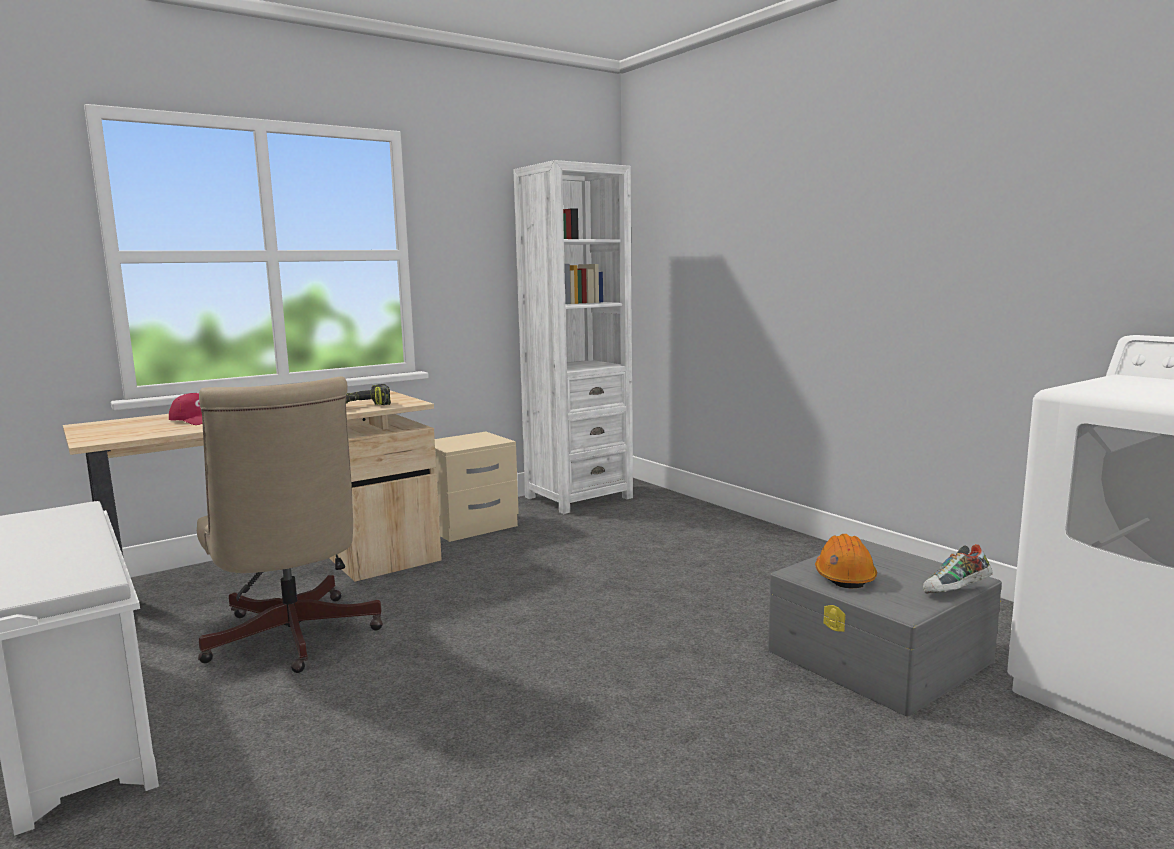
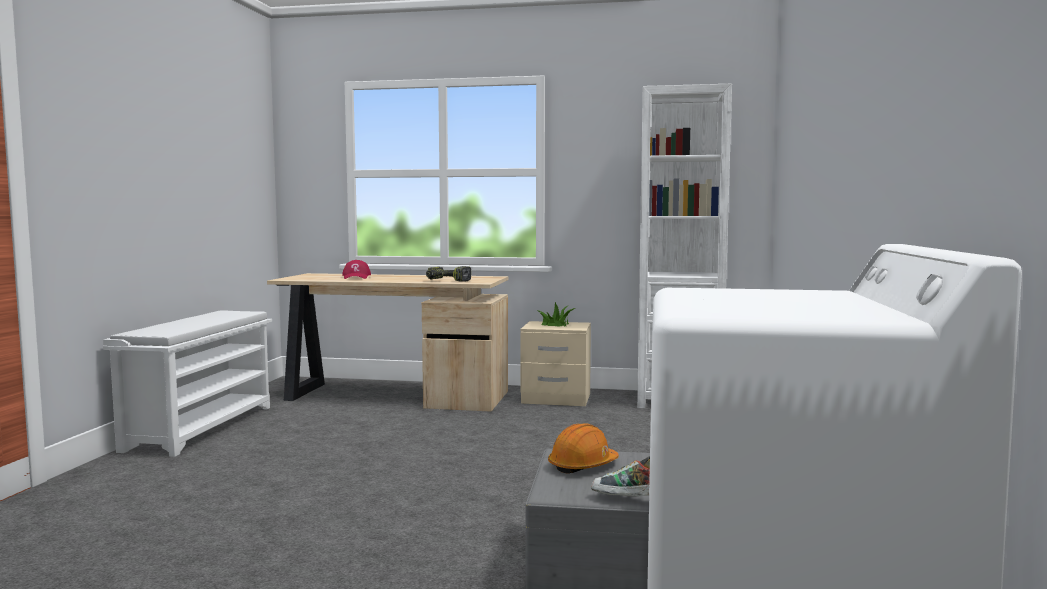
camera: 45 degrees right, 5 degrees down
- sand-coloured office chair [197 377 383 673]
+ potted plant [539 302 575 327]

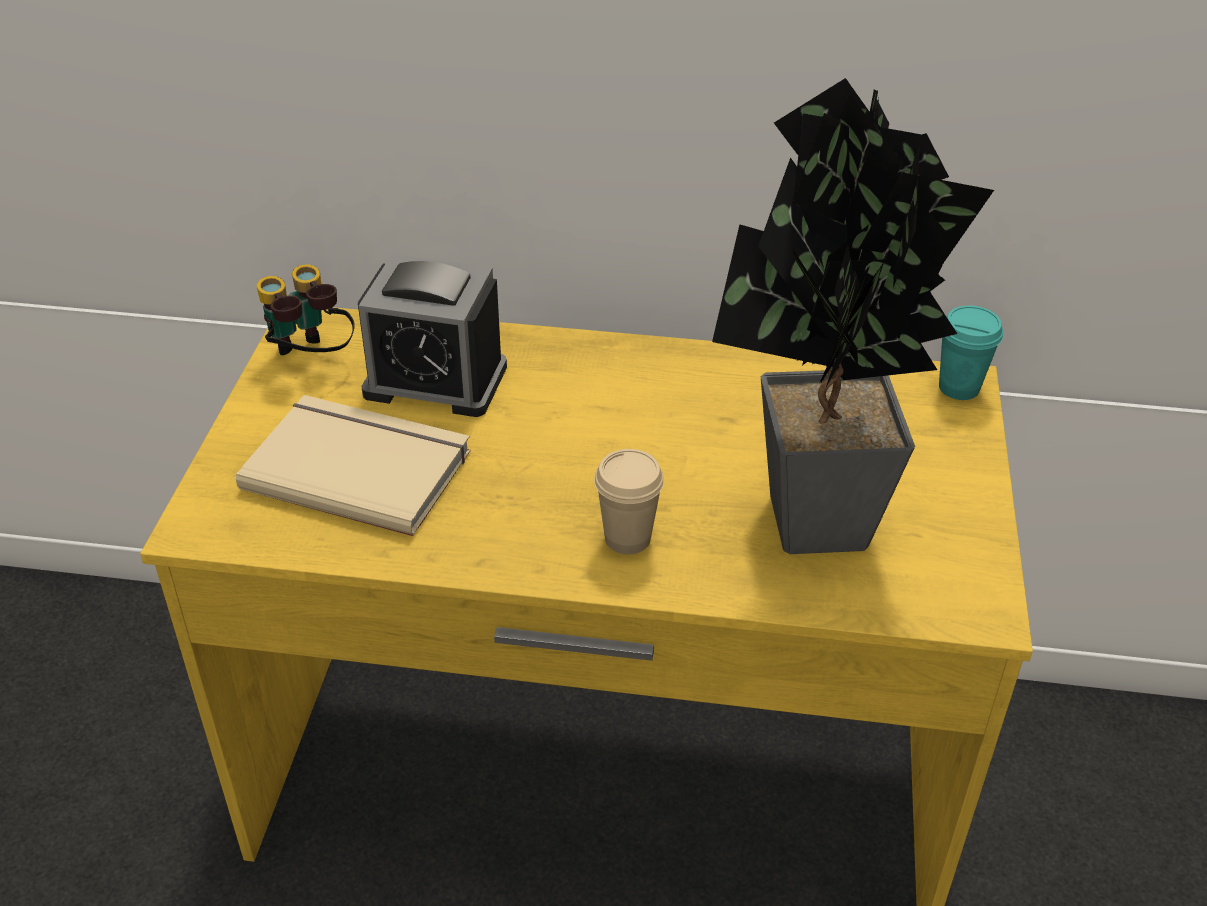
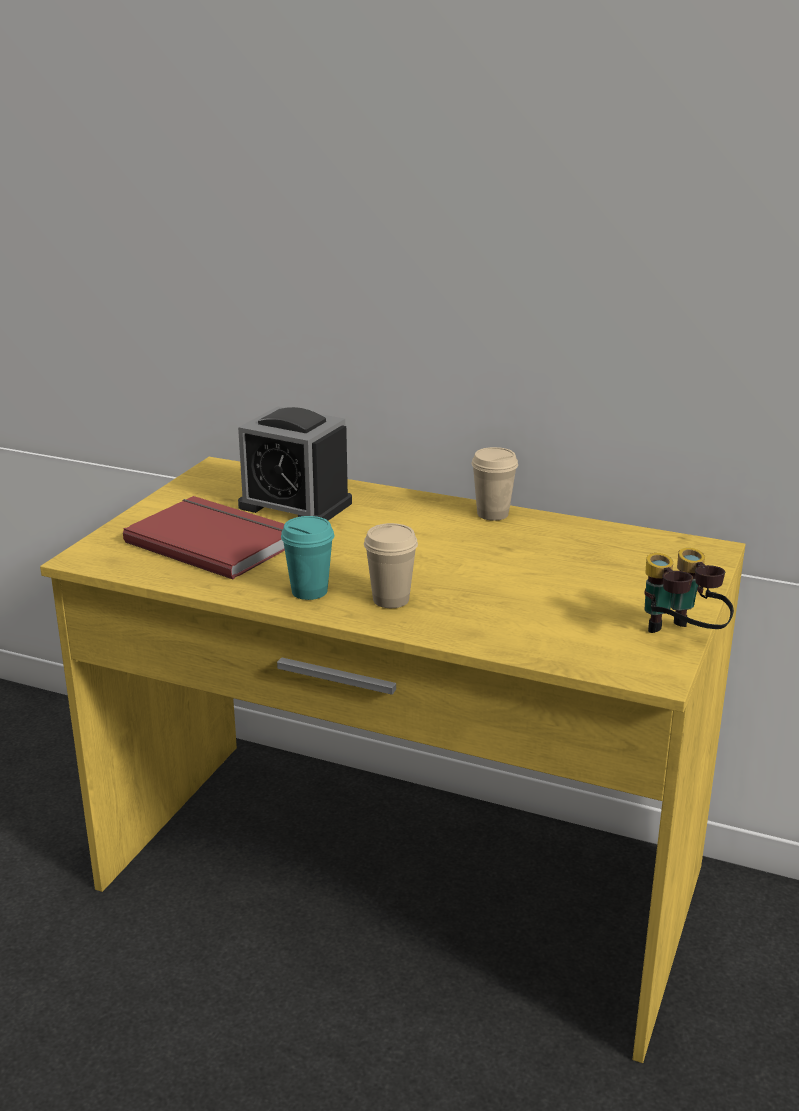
camera: 15 degrees right, 15 degrees down
~ sand-coloured volume [236 395 471 536] to reddish volume [123 496 285 579]
~ field glasses [257 264 355 355] to [644 548 734 633]
- potted plant [712 78 994 554]
~ turquoise small cup [939 305 1003 400] to [281 516 334 600]
+ sand-coloured small cup [471 447 518 521]

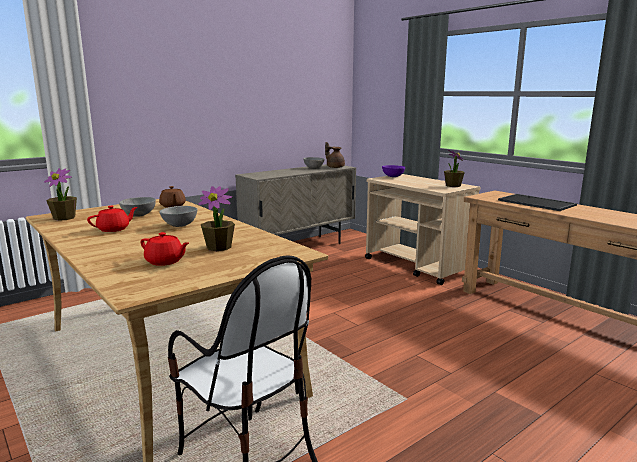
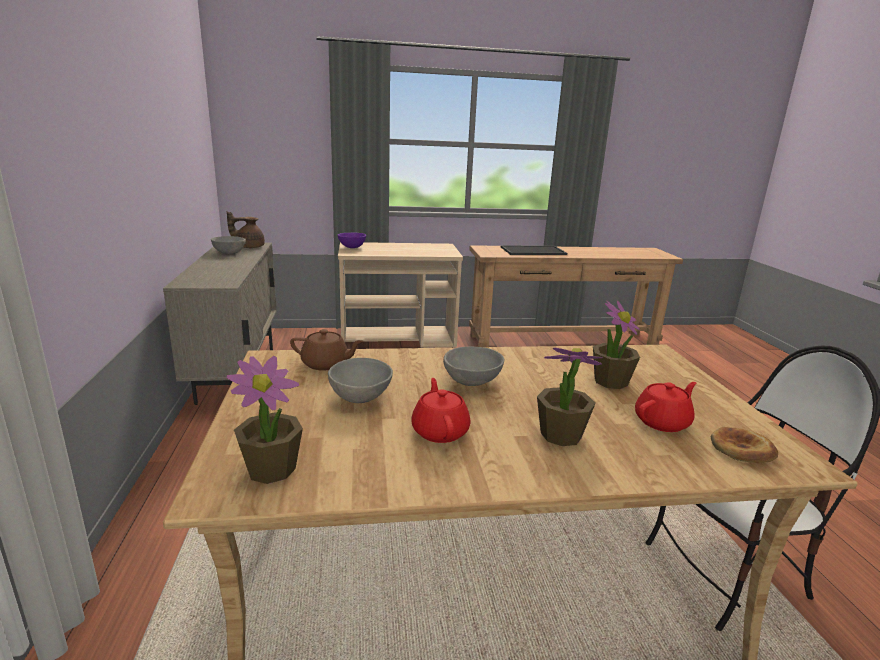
camera: 60 degrees left, 5 degrees up
~ potted plant [444 150 465 187] to [537 348 603 446]
+ bread [711 427 778 463]

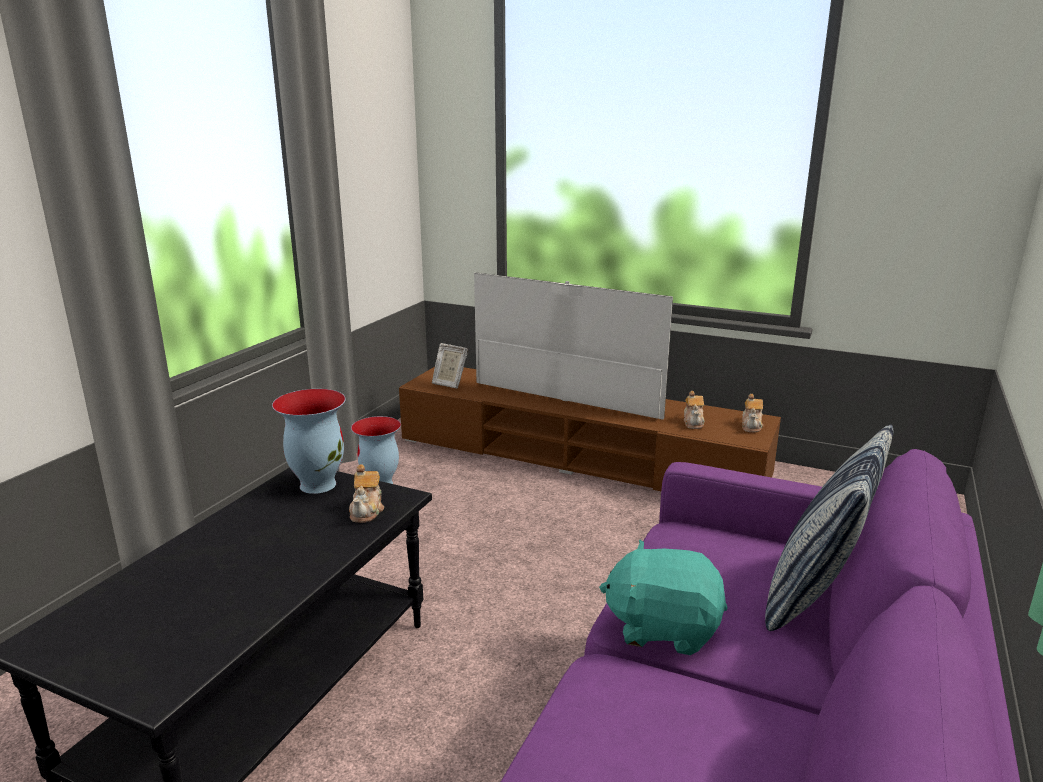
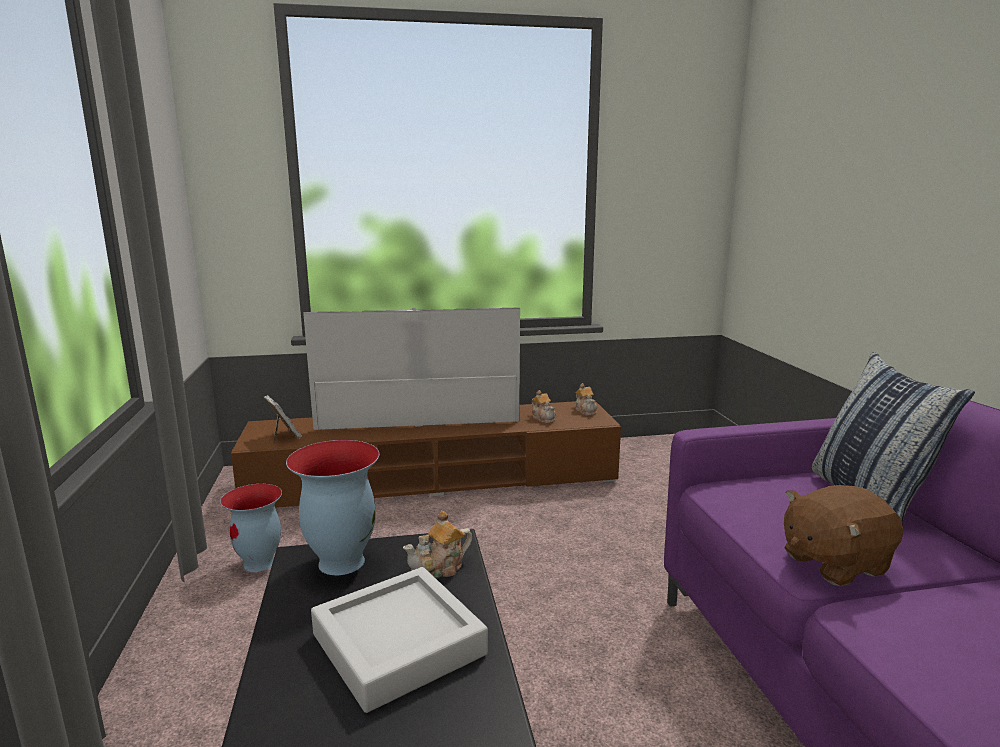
camera: 35 degrees left, 5 degrees down
~ tea pot [349 464 384 523] = [403 511 472 578] 90 degrees clockwise
~ picture frame [432 343 468 389] = [264 395 302 442] 120 degrees counterclockwise
~ turquoise soft toy [599 540 728 655] to brown soft toy [784 485 904 586]
+ gray tray [311 567 488 713]

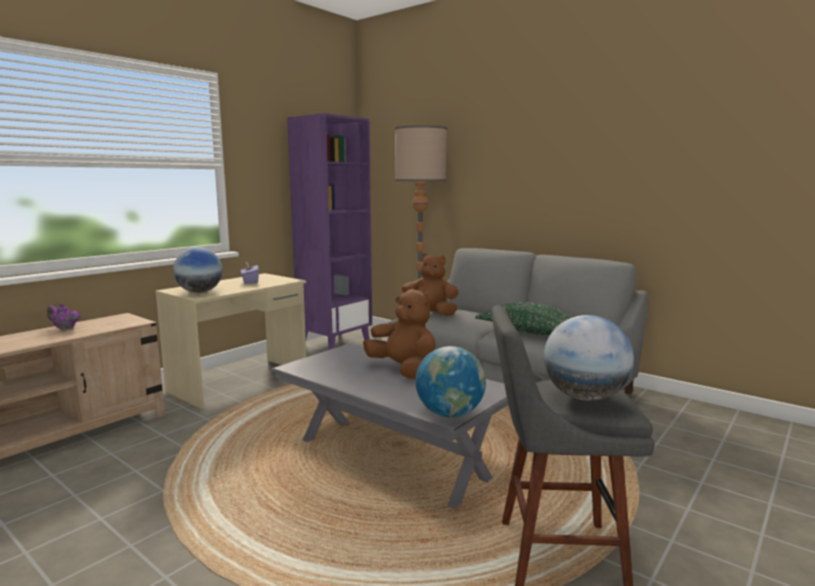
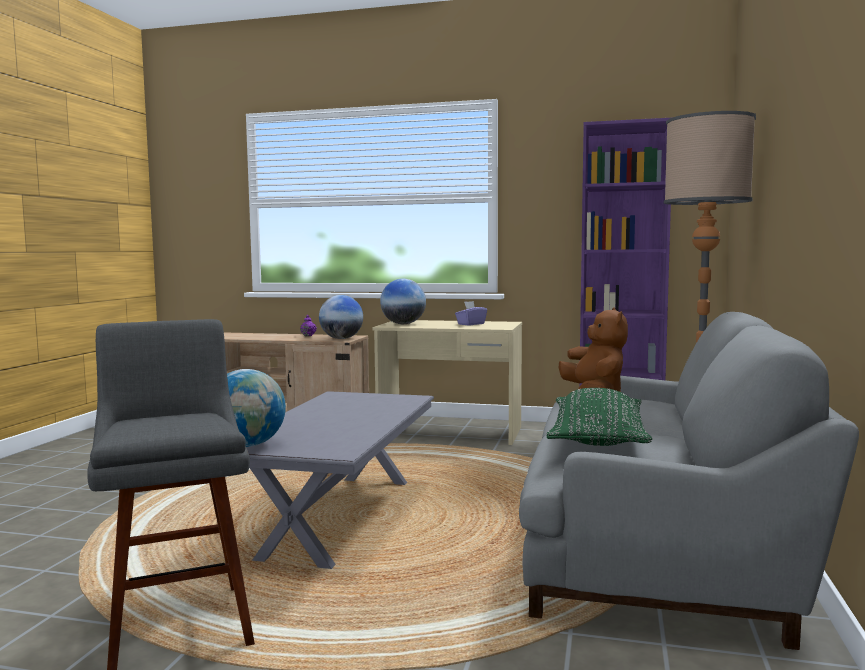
camera: 65 degrees right, 5 degrees down
- brown soft toy [363 286 436 379]
~ globe [544 315 634 401] to [319 295 363 339]

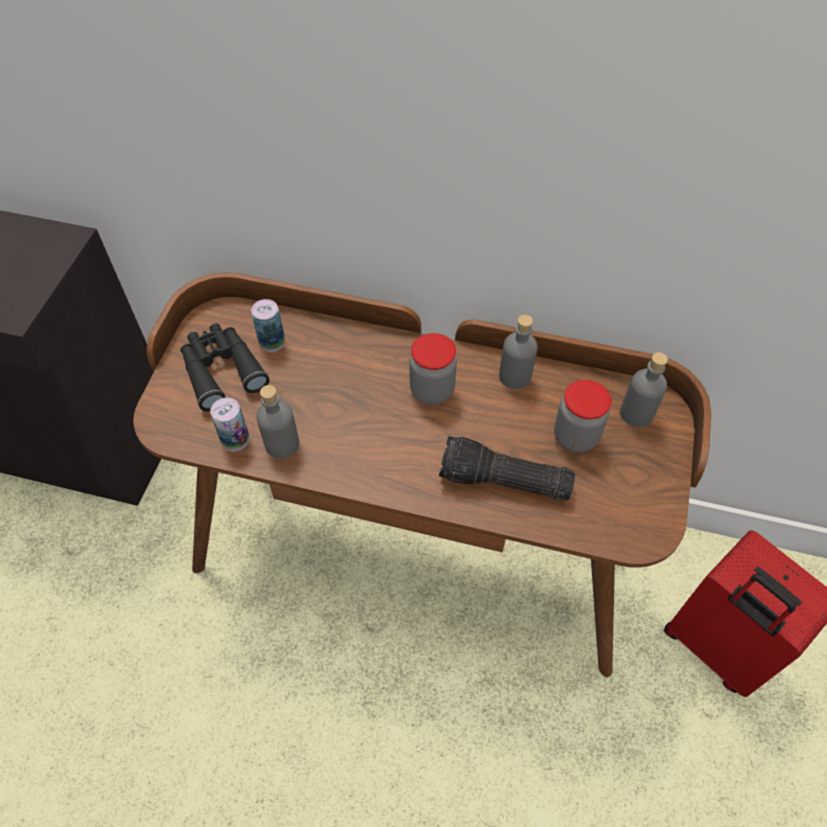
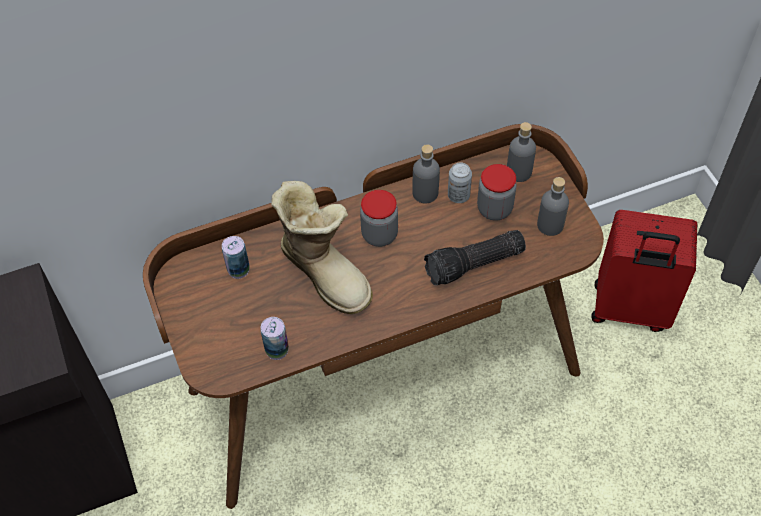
camera: 35 degrees left, 0 degrees up
- black field glasses [180 323 270 412]
~ gray beverage bottle [256 385 299 459] to [537 177 569 236]
+ boot [271 181 373 314]
+ sealed can [448 162 472 203]

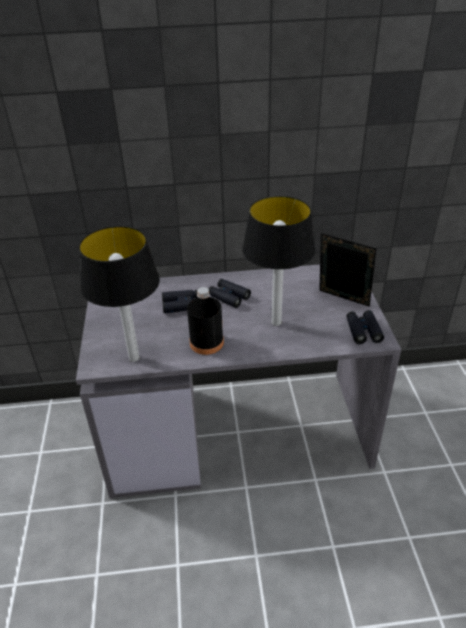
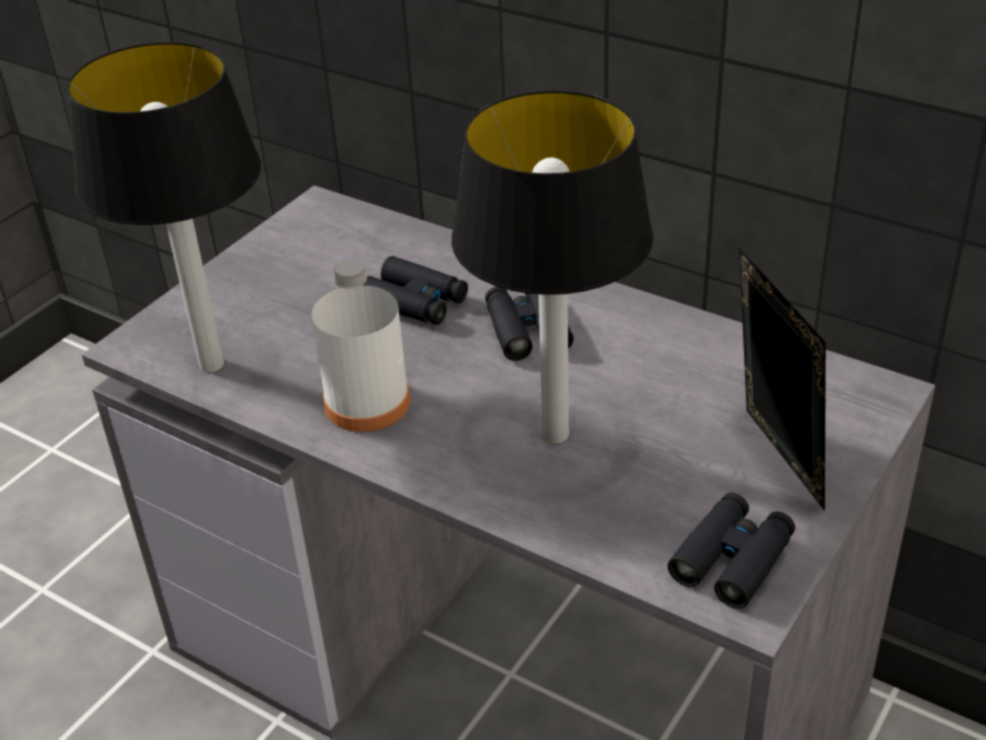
camera: 40 degrees right, 0 degrees up
~ black beverage bottle [187 287 224 355] to white-coloured beverage bottle [312 259 410 432]

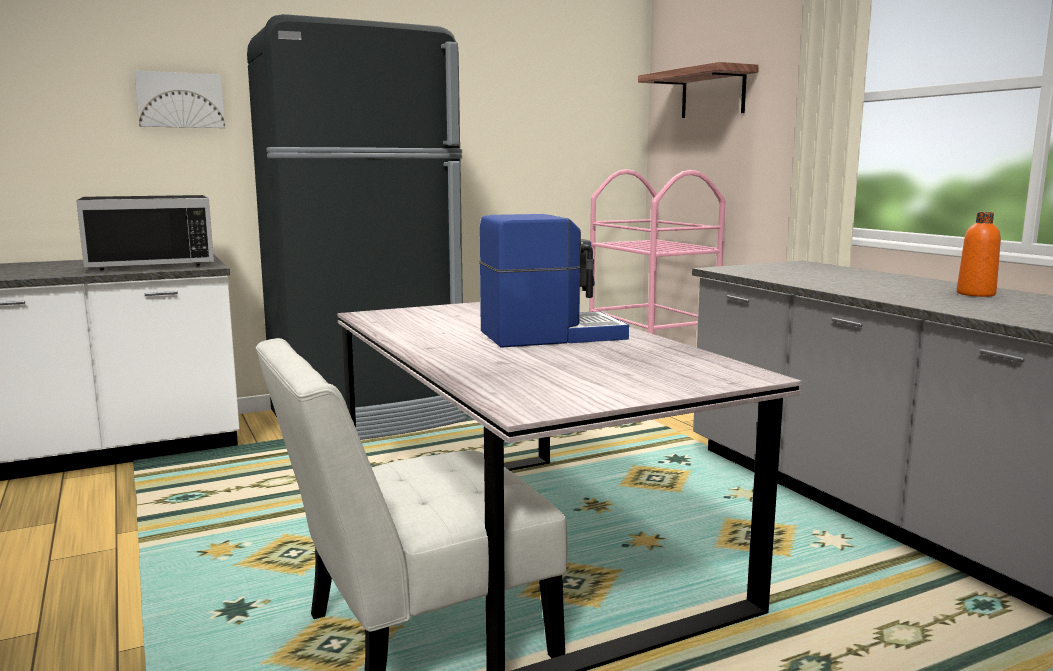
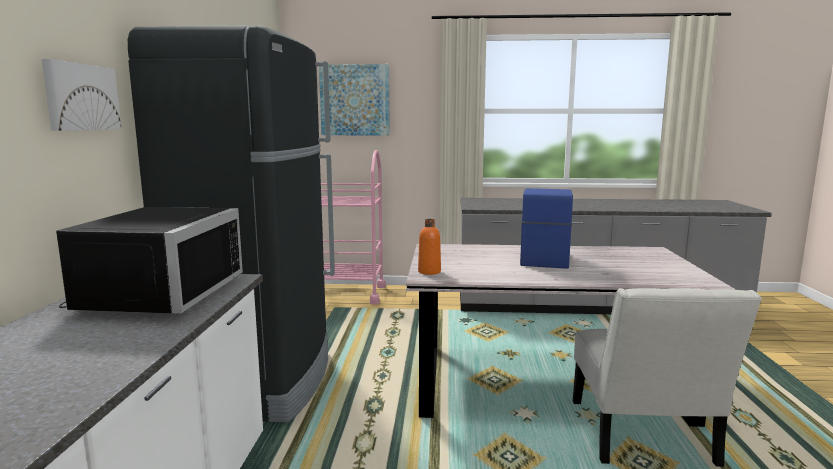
camera: 60 degrees left, 0 degrees up
~ bracket shelf [638 62 759 118] to wall picture [319 64 390 135]
~ orange beverage bottle [957 212 1001 297] to [418 219 441 275]

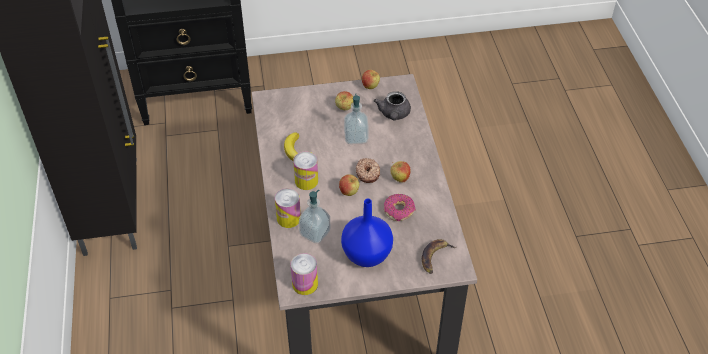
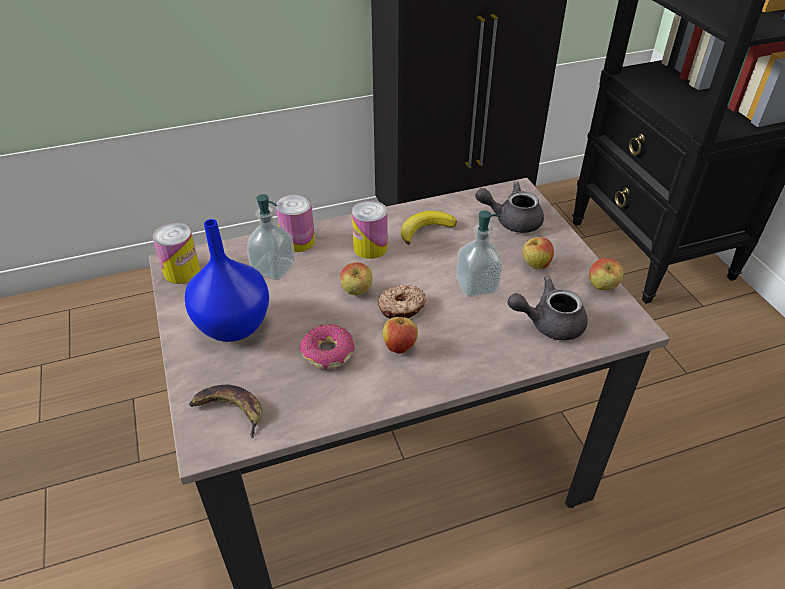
camera: 80 degrees right, 5 degrees down
+ gray tea pot [475 181 544 233]

